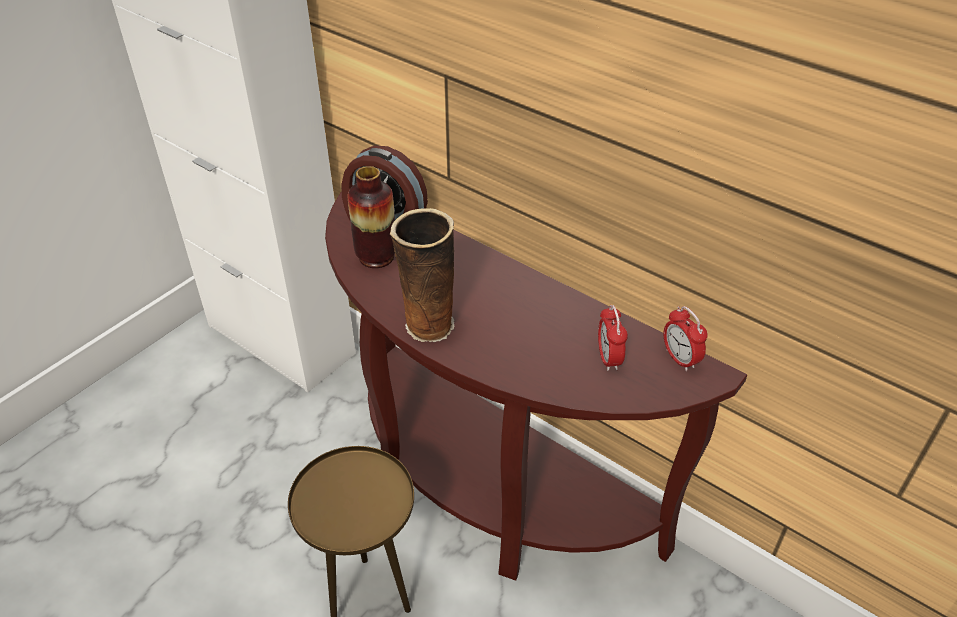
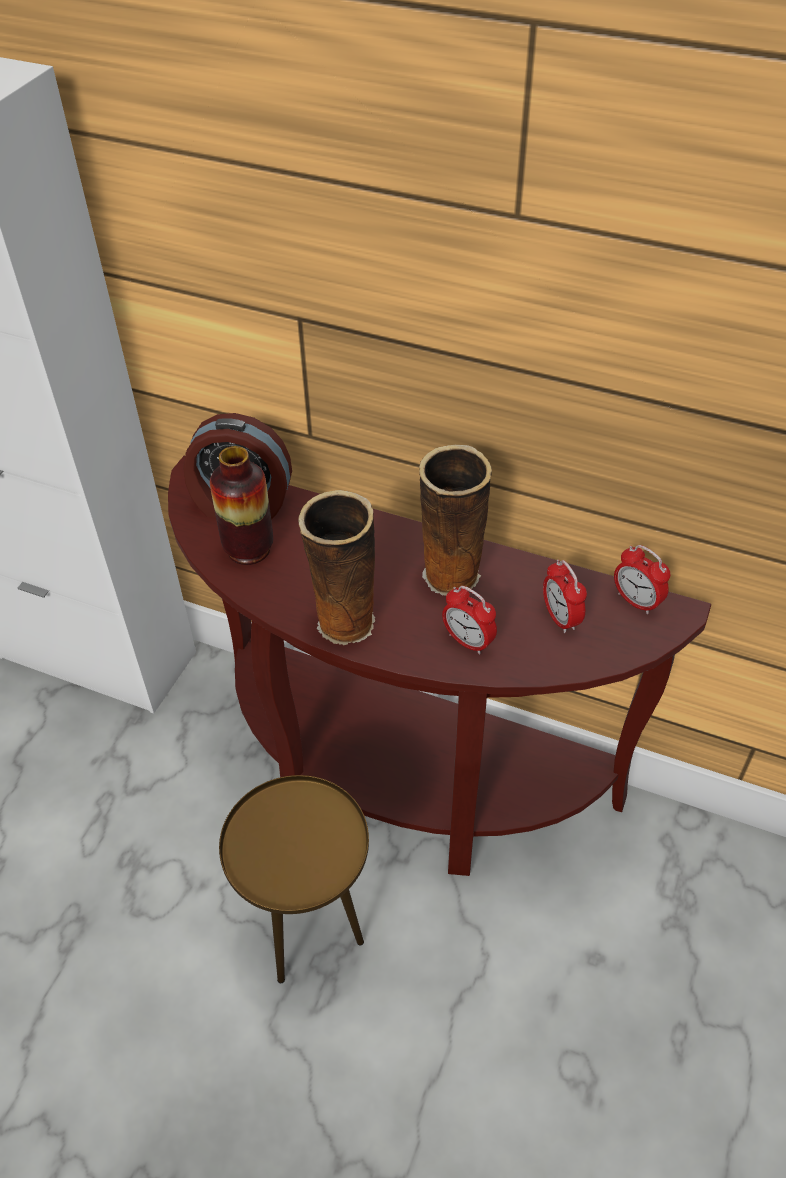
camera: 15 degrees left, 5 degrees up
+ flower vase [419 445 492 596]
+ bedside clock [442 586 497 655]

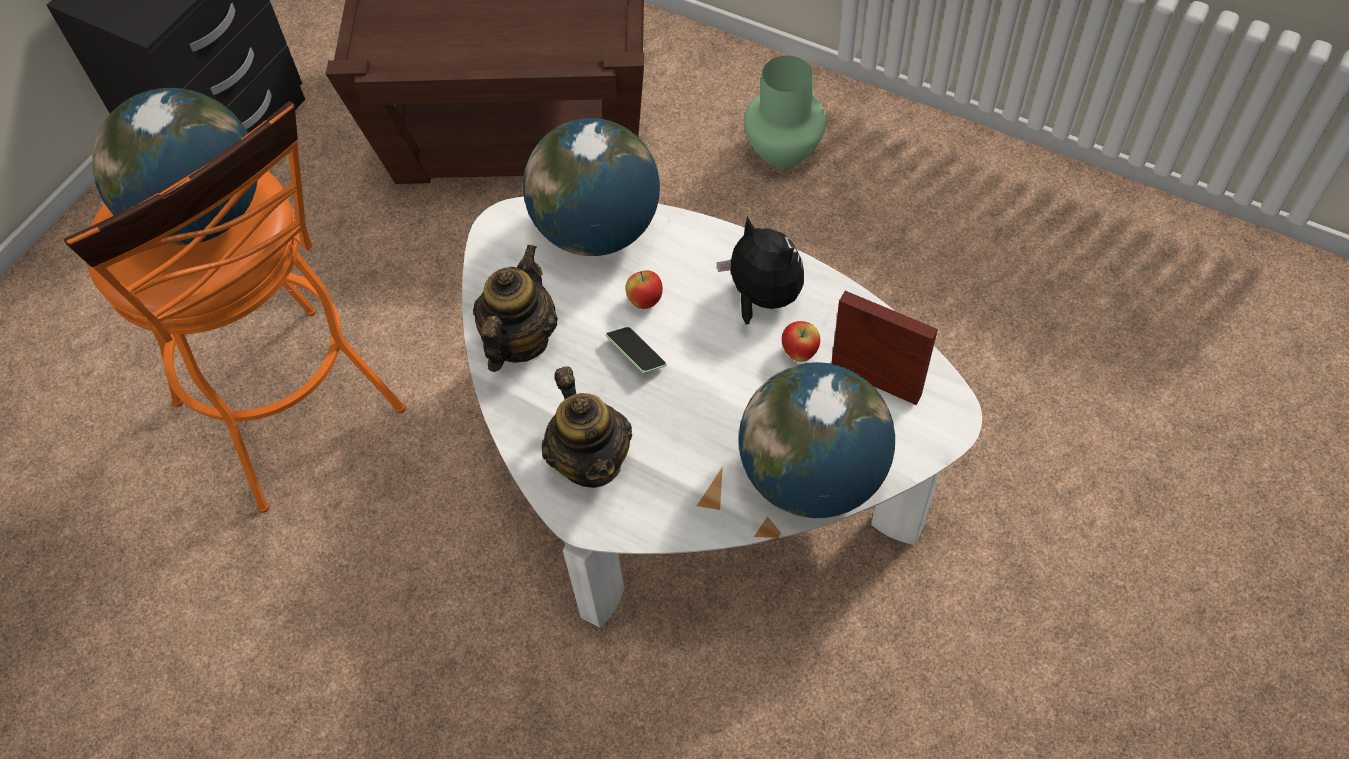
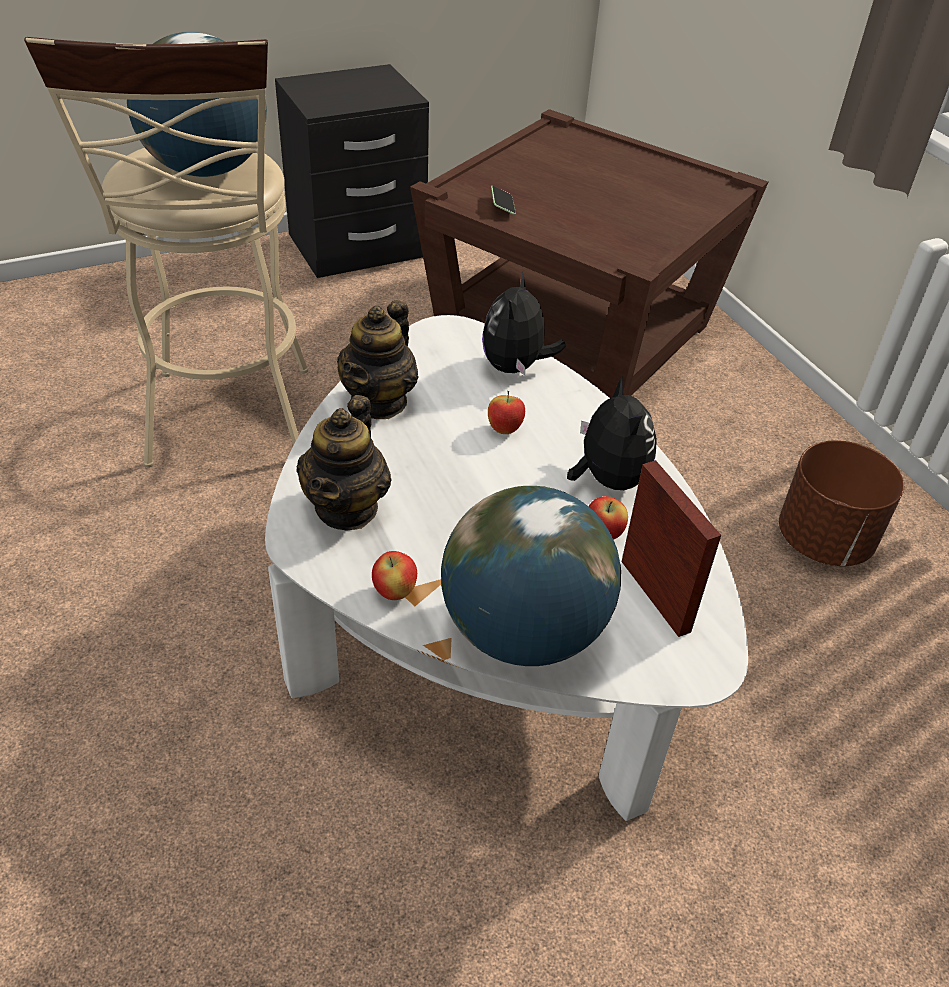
camera: 30 degrees right, 15 degrees down
~ orange stool seat [64 101 406 513] to sand-coloured stool seat [24 37 308 468]
~ tea pot [473 245 558 372] = [337 300 419 419] 150 degrees clockwise
~ globe [523 118 660 256] to soft toy [482 272 566 376]
~ telephone [606 327 667 373] to [491 186 516 215]
- greenish flower vase [744 56 826 168]
+ apple fruit [372 551 417 600]
+ brown plant pot [779 440 904 566]

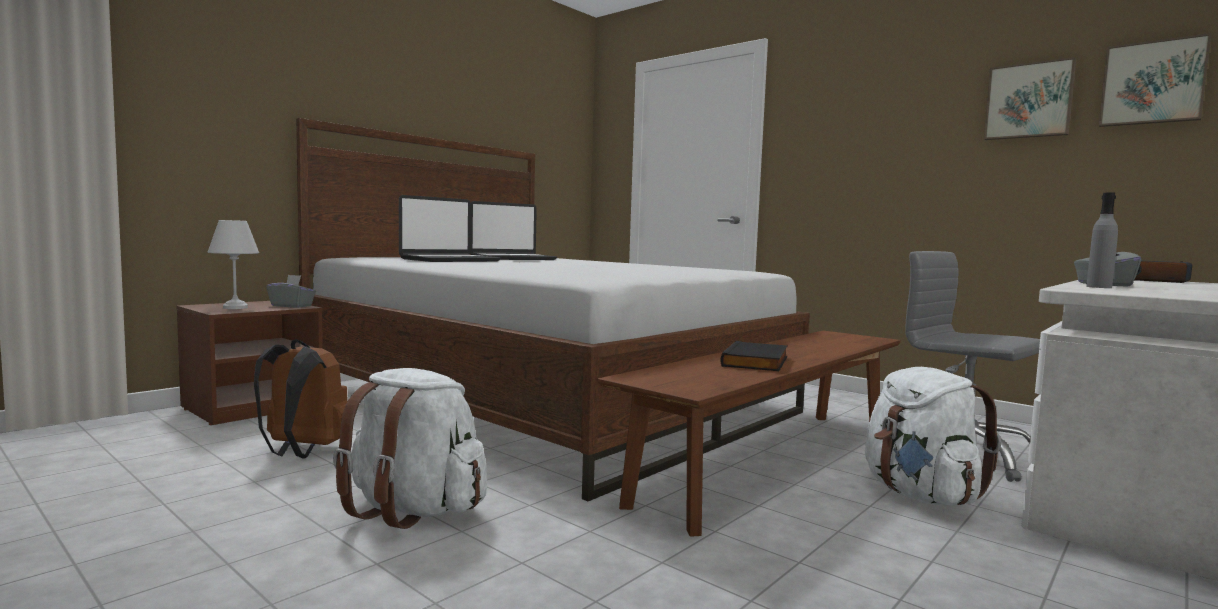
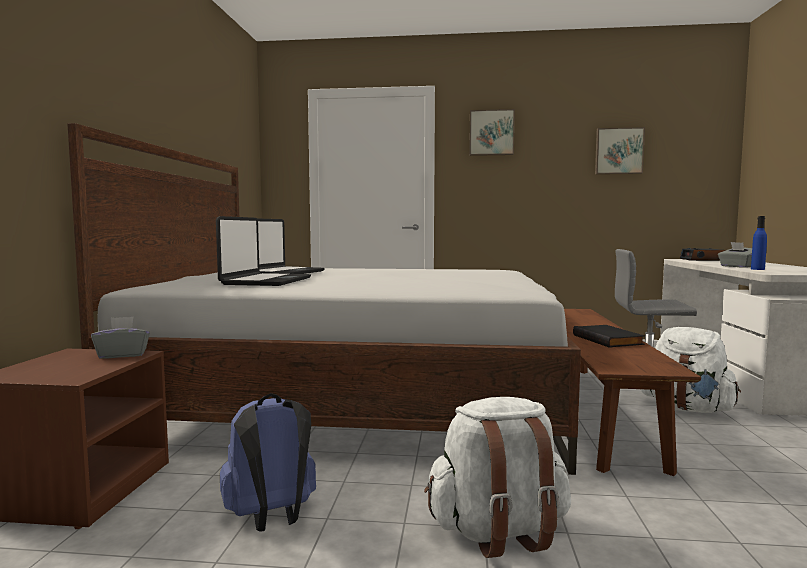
camera: 35 degrees left, 0 degrees up
- white-coloured lamp for a table [208 220 259 309]
~ brown rucksack [254 339 347 459] to blue-coloured rucksack [220 393 316 532]
~ gray beverage bottle [1086 193 1118 288] to blue-coloured beverage bottle [751 216 767 270]
~ wall picture [1099 33 1211 127] to [469 109 515 156]

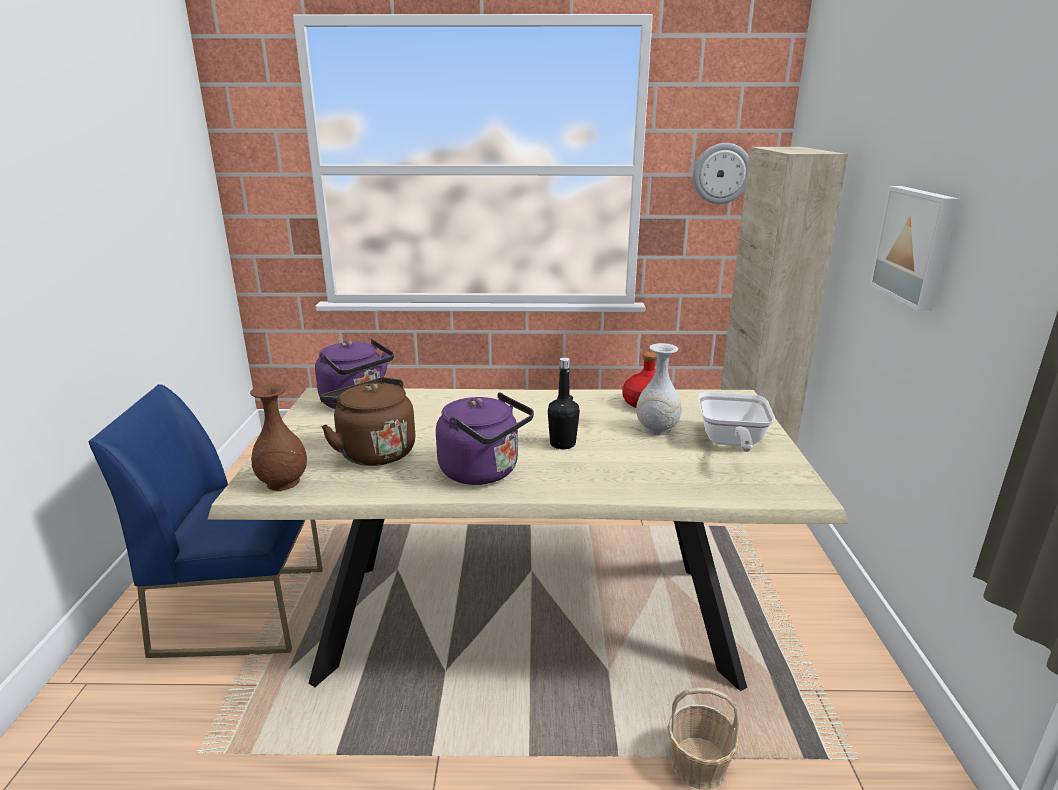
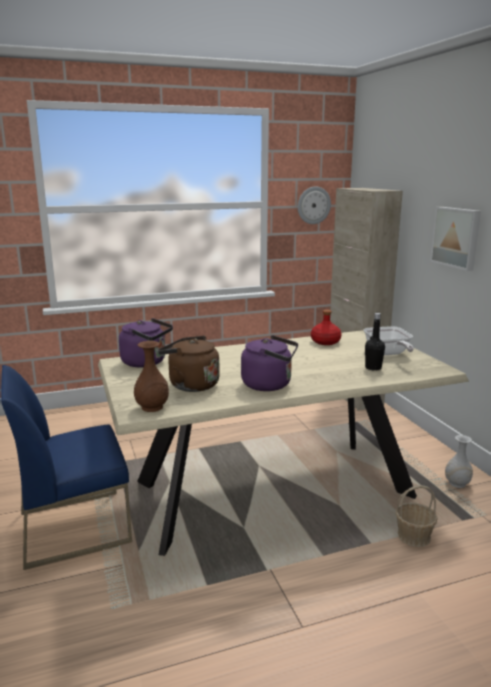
camera: 20 degrees left, 5 degrees down
~ black beverage bottle [548 357 580 449] to [365 313 385 370]
~ white-coloured flower vase [636 343 682 435] to [445 435 473 488]

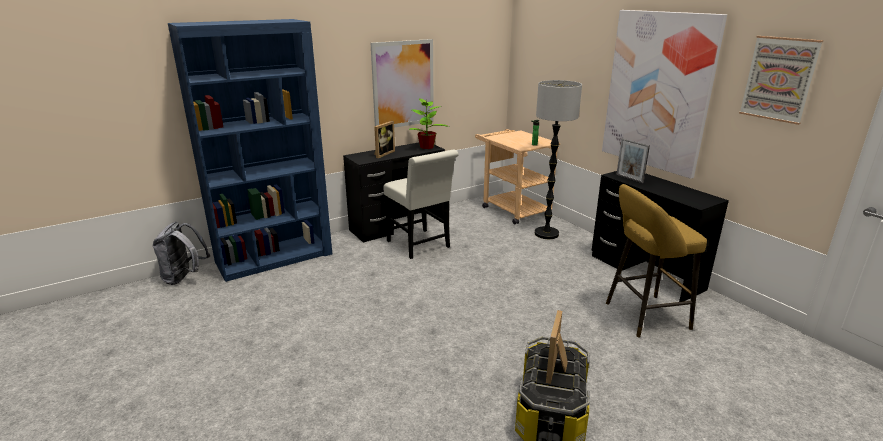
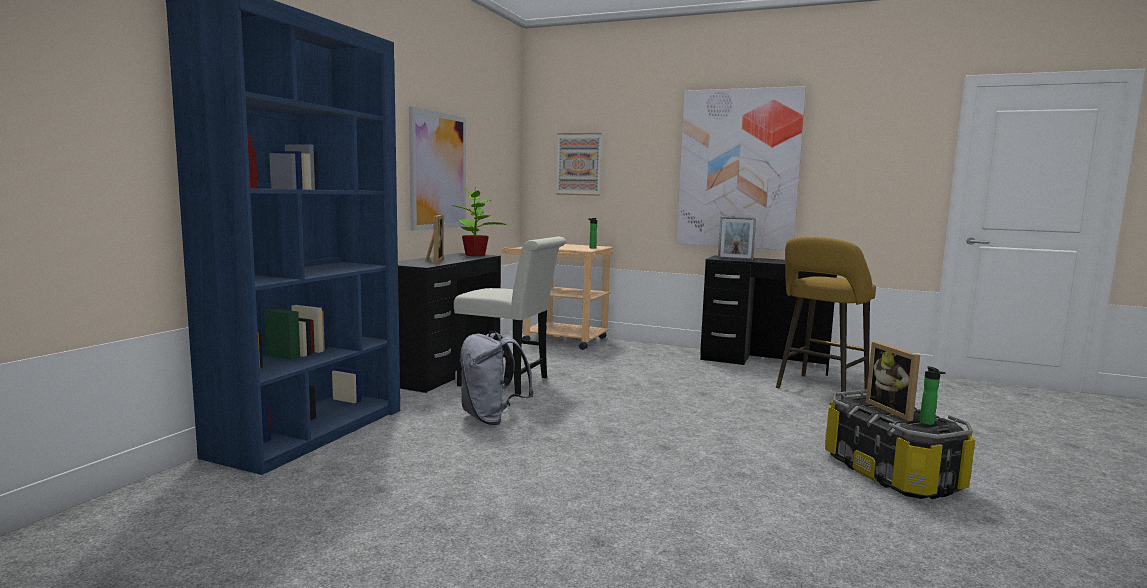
camera: 35 degrees left, 15 degrees down
~ gray rucksack [153 222 210 285] to [460 331 534 425]
- standing lamp [535 80 582 239]
~ wall picture [739 36 823 125] to [556 133 602 196]
+ beverage bottle [920 366 946 425]

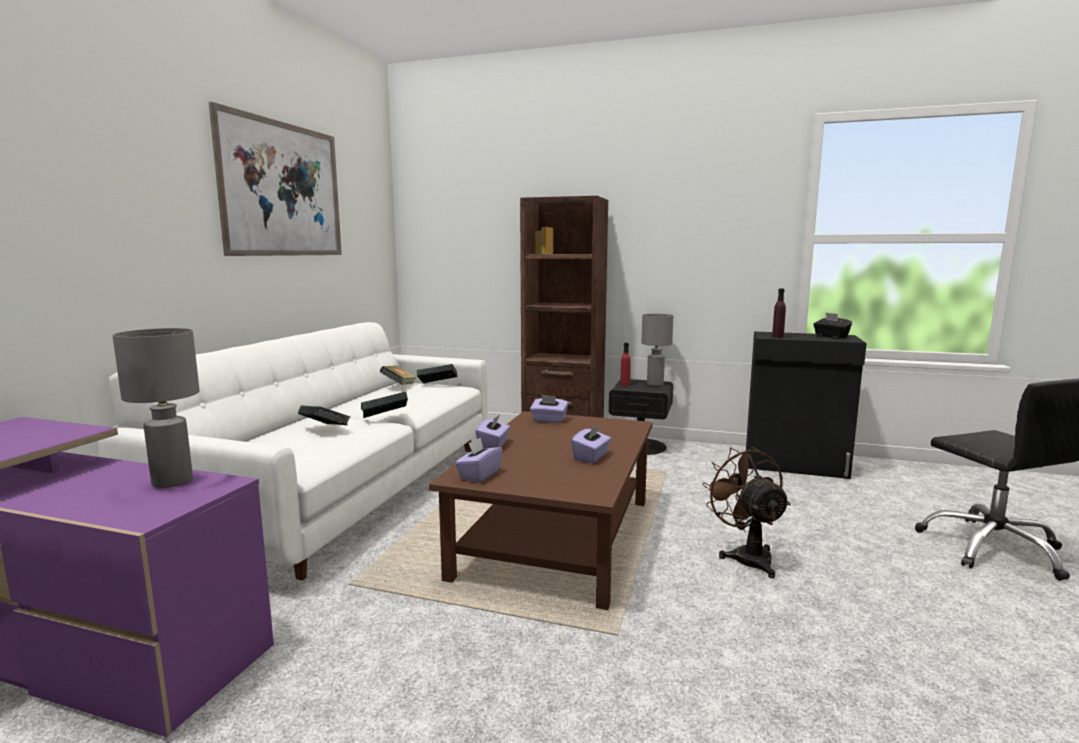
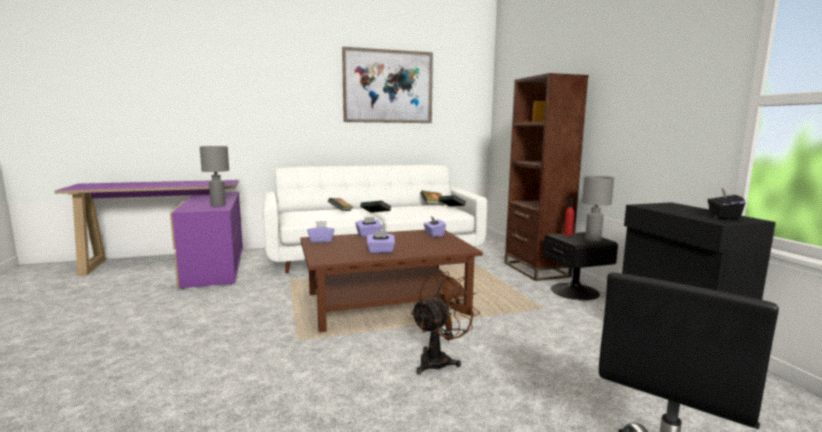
camera: 55 degrees right, 0 degrees up
- purplish beverage bottle [772 288 786 338]

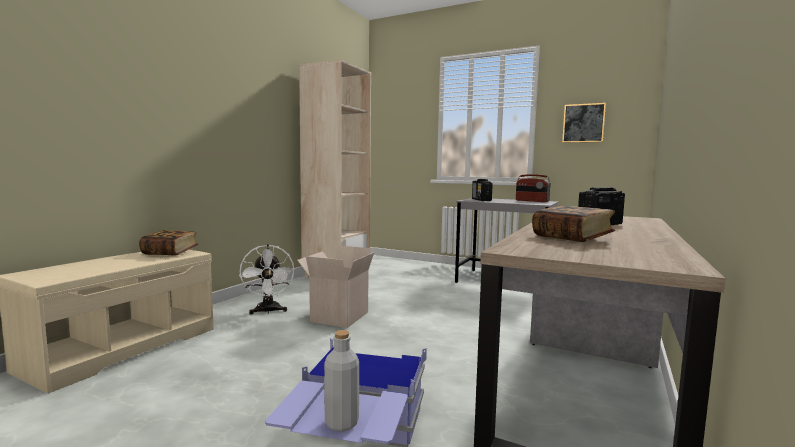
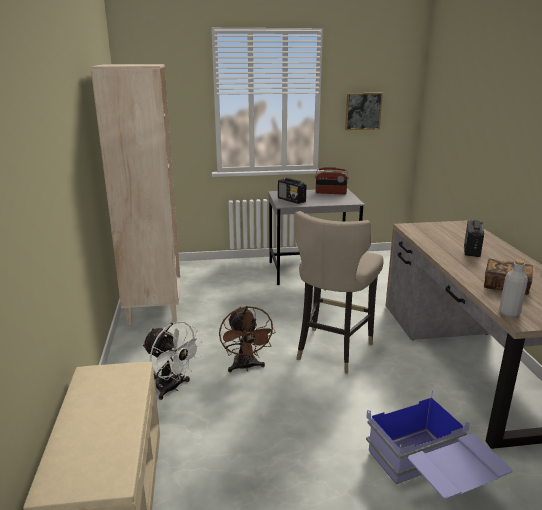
camera: 35 degrees left, 15 degrees up
- volume [139 230 198 256]
~ packing box [297 245 374 328] to brown electric fan [219 306 275 372]
~ gray beverage bottle [324 330 359 432] to [499 259 528 317]
+ sand-coloured stool seat [294 211 384 373]

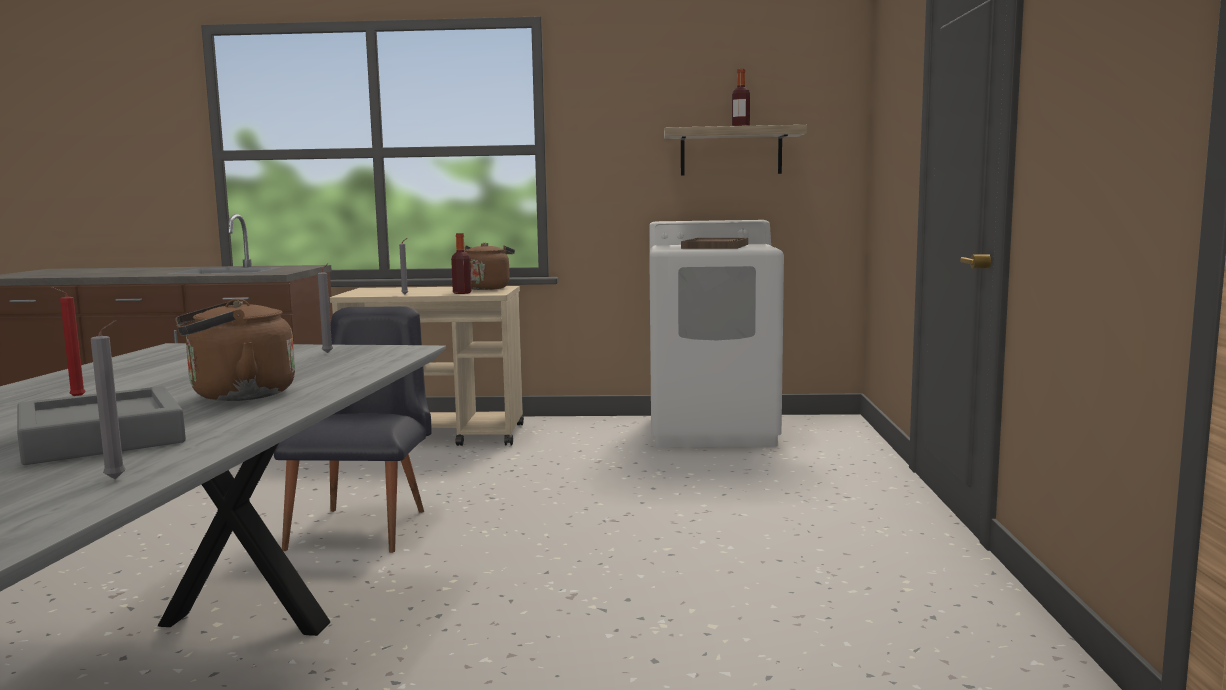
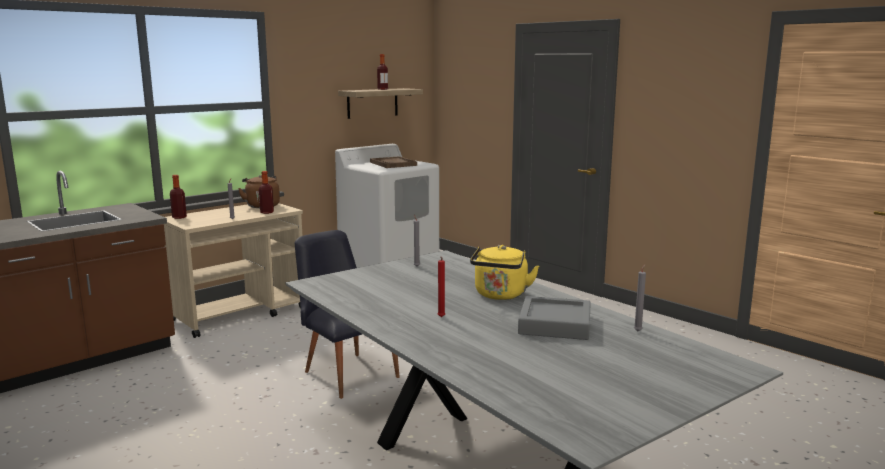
camera: 45 degrees left, 5 degrees up
~ brown kettle [175 299 295 401] to yellow kettle [470 245 539 300]
+ beverage bottle [170 175 187 219]

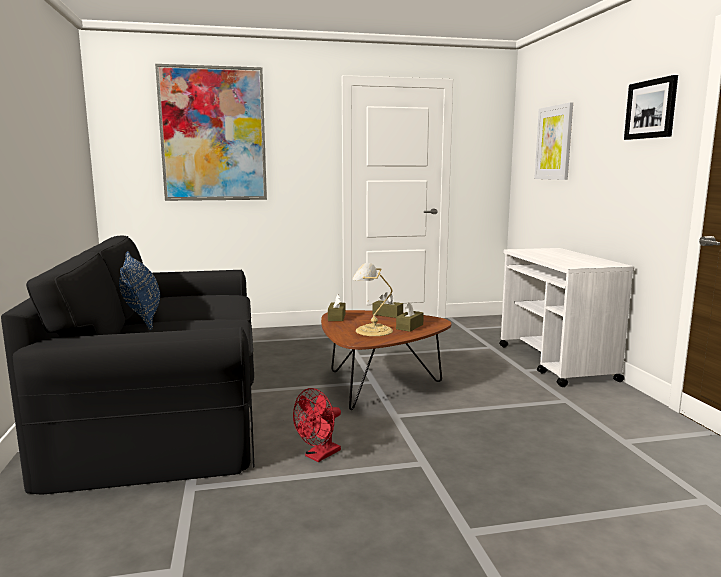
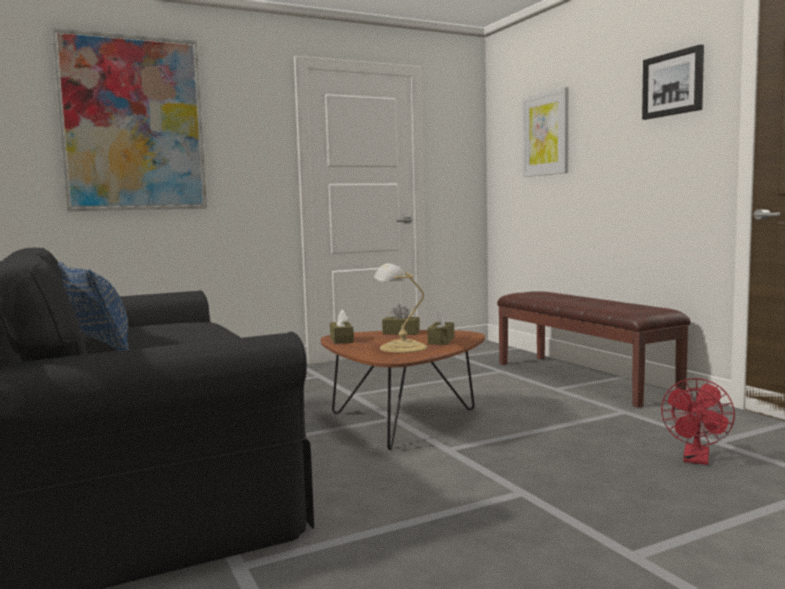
camera: 15 degrees left, 5 degrees down
~ reddish electric fan [293 388 341 462] to [661 378 735 465]
~ white-coloured wheeled cart [499 248 634 387] to brown indoor bench [497 291 691 408]

